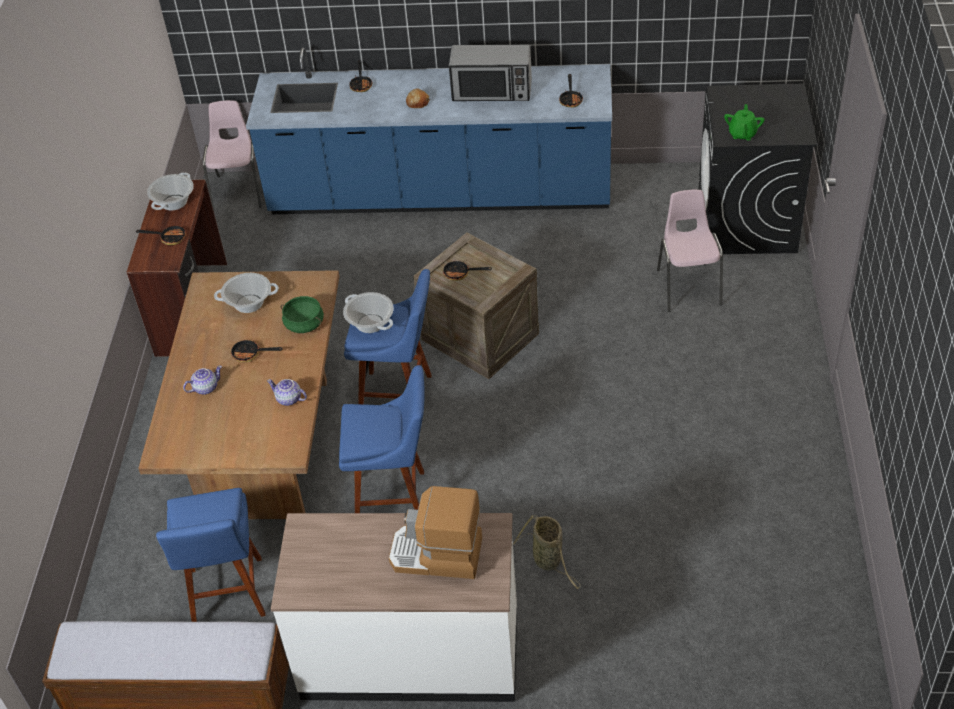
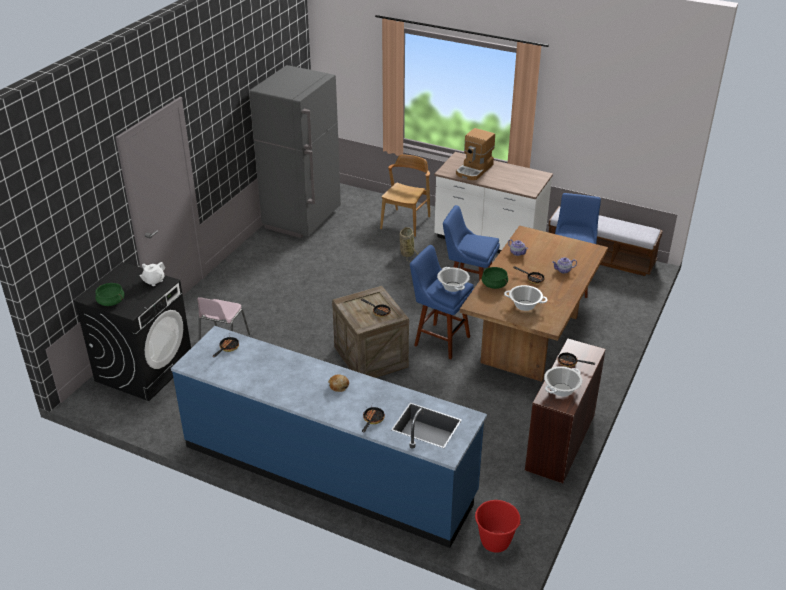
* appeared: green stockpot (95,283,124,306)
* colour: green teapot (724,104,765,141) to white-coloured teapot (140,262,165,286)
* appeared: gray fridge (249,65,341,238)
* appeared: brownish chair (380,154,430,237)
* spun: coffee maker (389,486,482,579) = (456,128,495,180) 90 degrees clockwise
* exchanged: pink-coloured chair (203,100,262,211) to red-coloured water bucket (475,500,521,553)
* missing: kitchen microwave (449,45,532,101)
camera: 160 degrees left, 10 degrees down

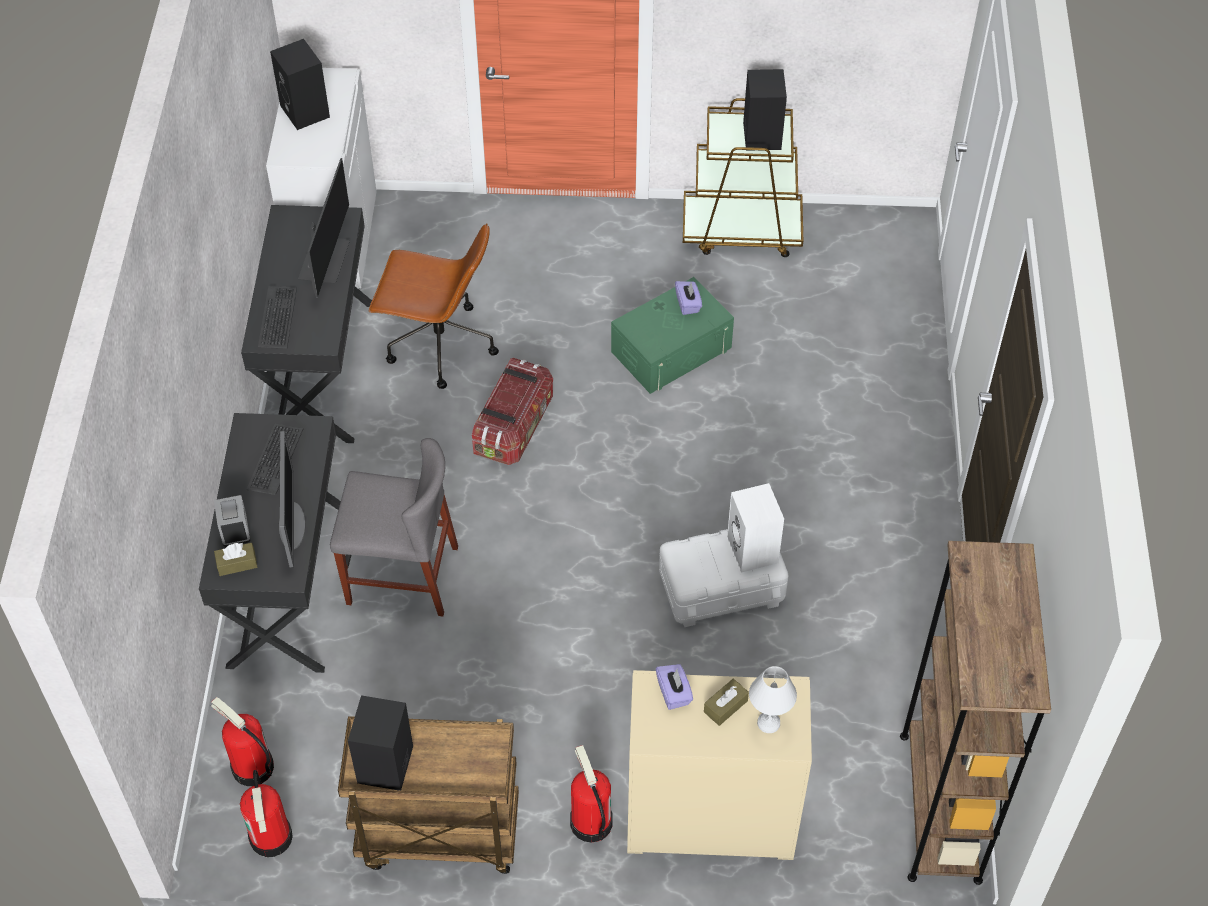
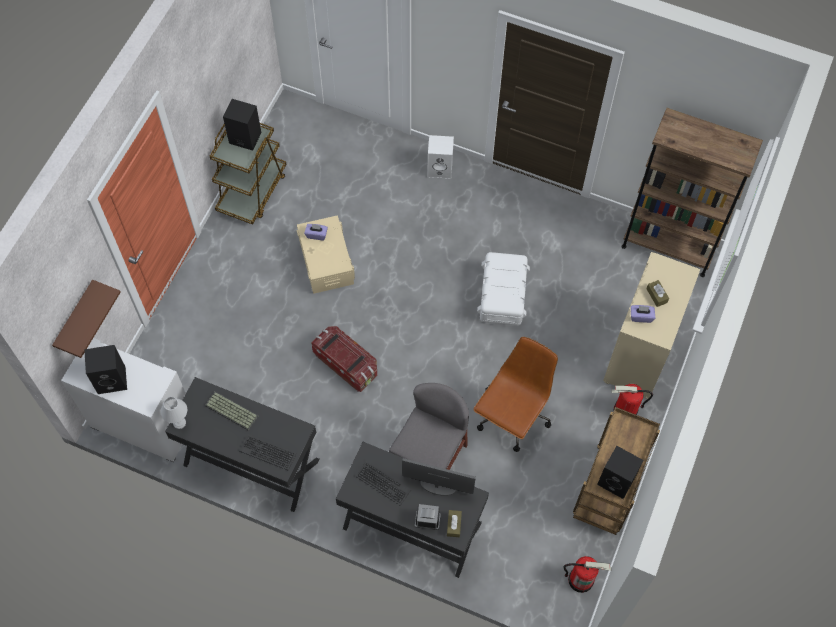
* appeared: brownish shelf (52,280,121,358)
* relocated: white-coloured table lamp (749,666,797,733) to (161,397,187,429)
* exchanged: monitor (298,158,350,298) to PC keyboard (205,391,259,431)
* colour: green storage box (611,277,734,394) to beige-coloured storage box (297,215,355,294)
* relocated: white-coloured loudspeaker (727,483,784,572) to (427,135,454,179)
* relocated: brownish office chair (369,224,499,389) to (473,337,558,452)
* missing: fire extinguisher (211,697,274,786)
camera: 70 degrees left, 10 degrees up

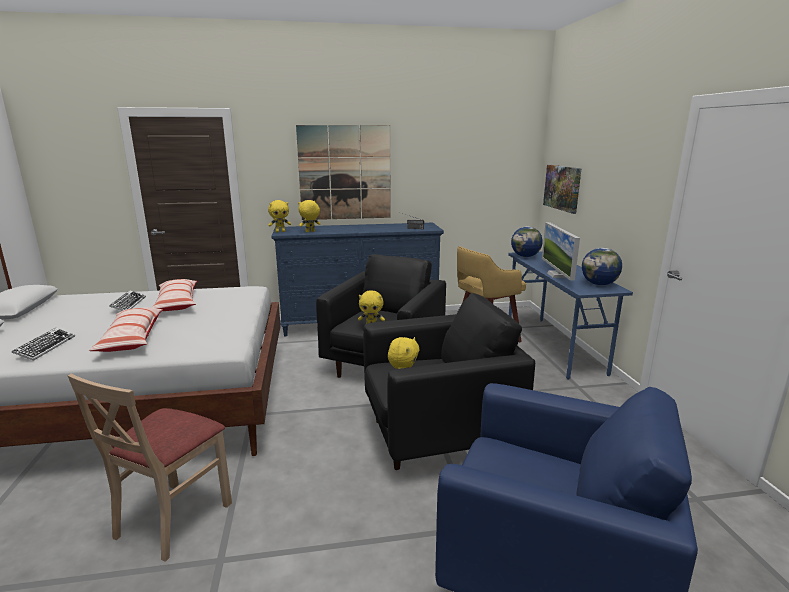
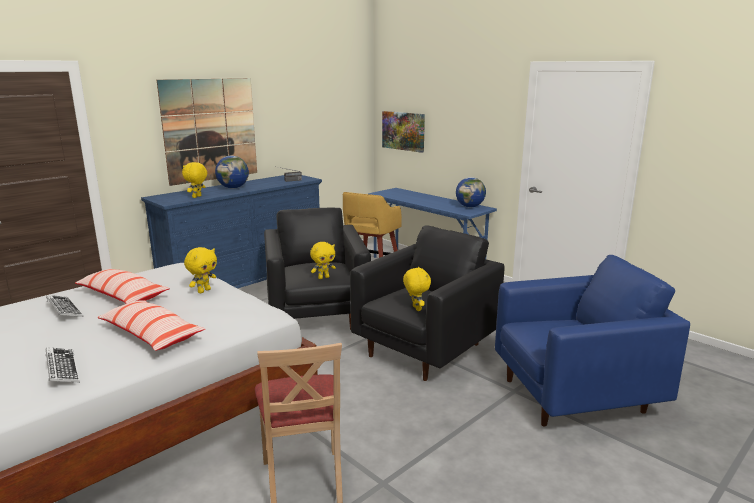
* relocated: yellow-coloured cuddly toy (268,200,291,233) to (184,247,217,293)
* relocated: globe (511,226,542,257) to (215,156,249,189)
* missing: monitor (542,222,580,281)
camera: 35 degrees left, 0 degrees up

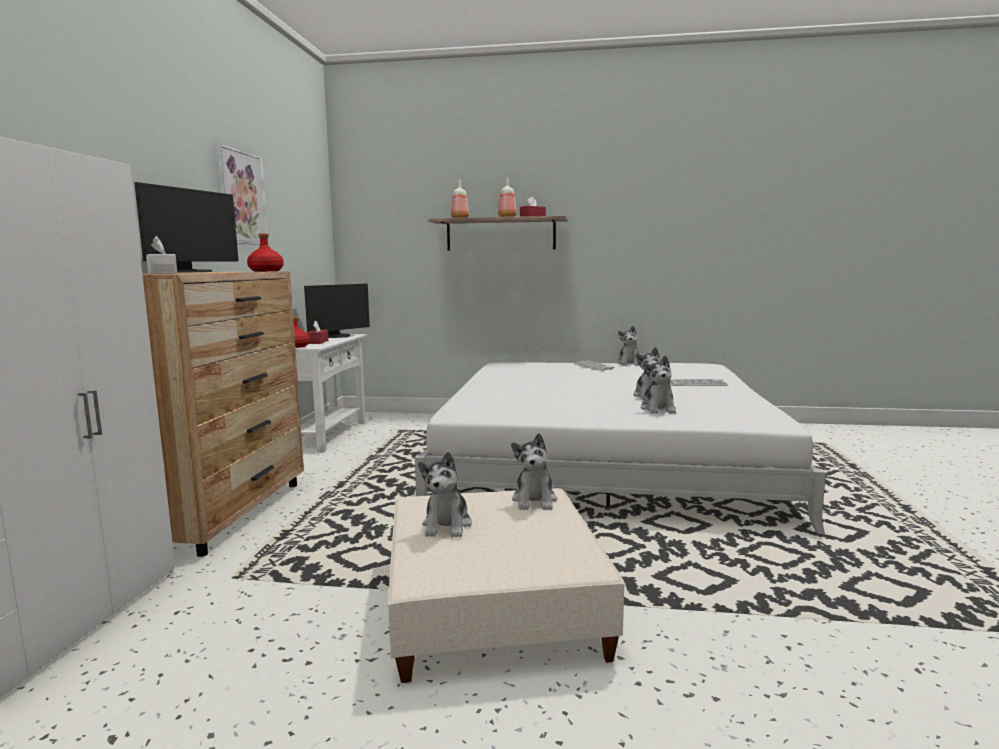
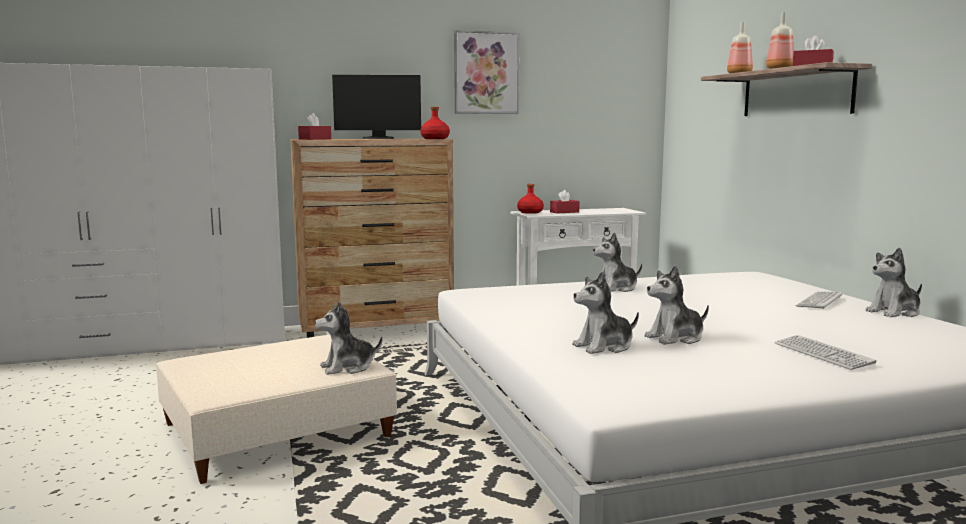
* colour: white-coloured tissue holder (146,236,177,274) to red-coloured tissue holder (298,113,331,140)
* relocated: cuddly toy (418,452,472,537) to (593,232,642,292)
* missing: monitor (304,284,370,338)
camera: 65 degrees right, 0 degrees up

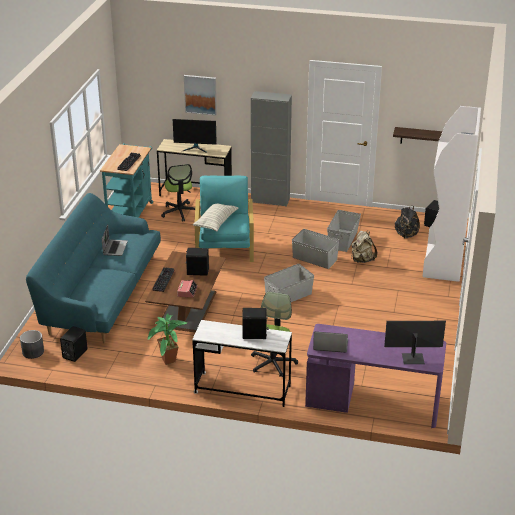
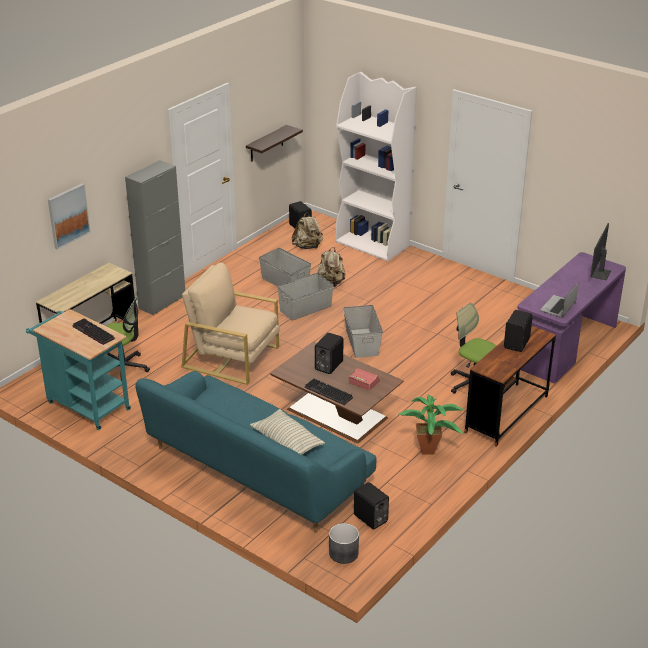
* colour: blue-green lounge chair (194,176,254,262) to beige-coloured lounge chair (181,262,280,385)
* relocated: throw pillow (193,204,238,232) to (250,409,325,455)
* colour: black backpack (395,206,420,239) to beige-coloured backpack (292,212,323,249)
* colour: white-coloured desk unit (192,320,292,407) to brownish desk unit (464,326,556,447)
* missing: laptop (102,225,128,256)
* missing: monitor (173,119,217,153)
camera: 65 degrees left, 0 degrees up

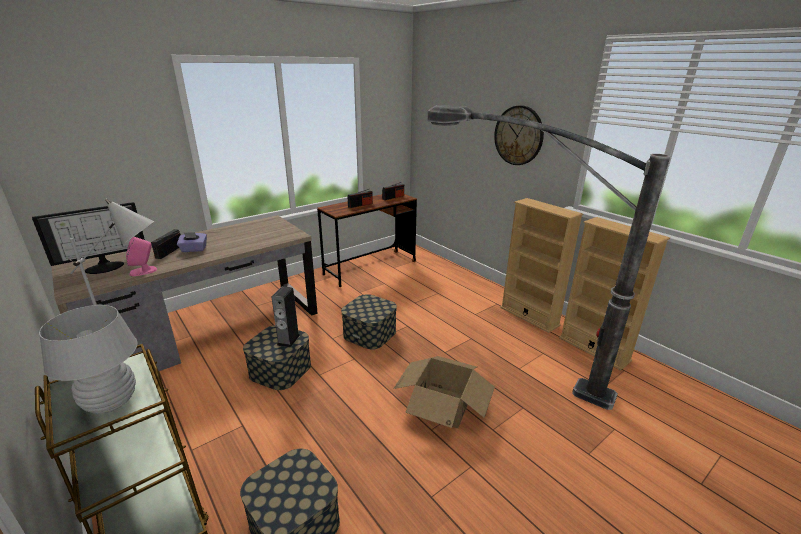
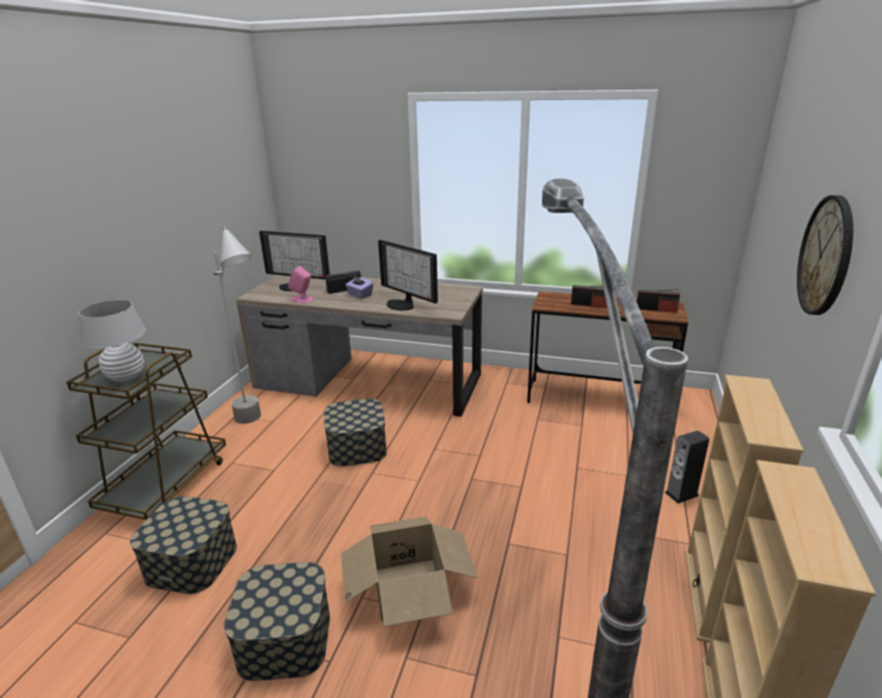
* relocated: storage box (341,294,397,349) to (224,562,330,681)
* appeared: monitor (378,240,438,310)
* relocated: loudspeaker (272,286,300,348) to (665,430,709,504)
camera: 55 degrees right, 0 degrees up

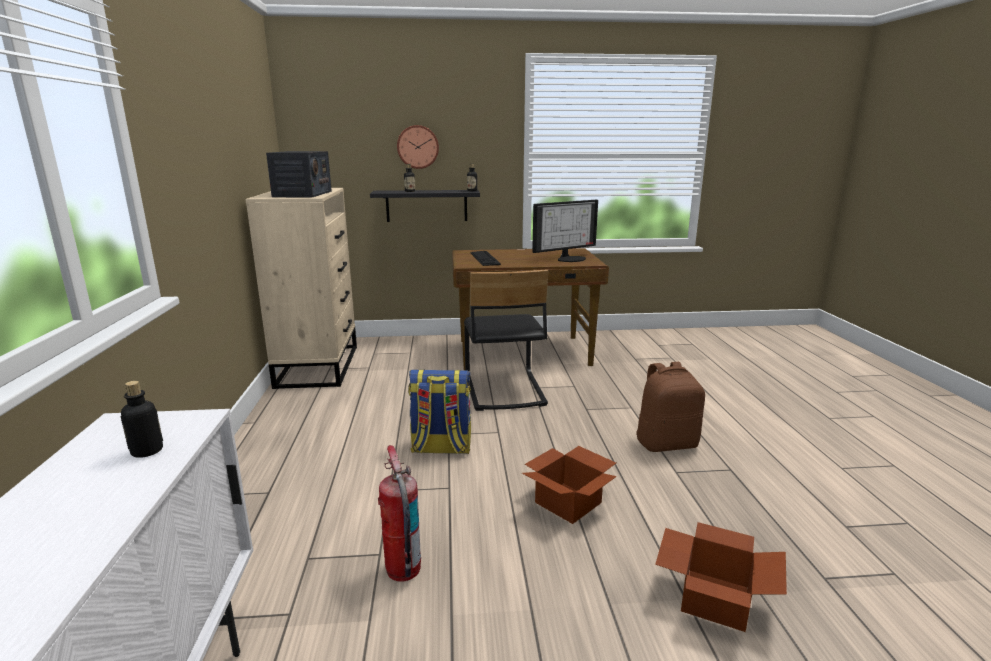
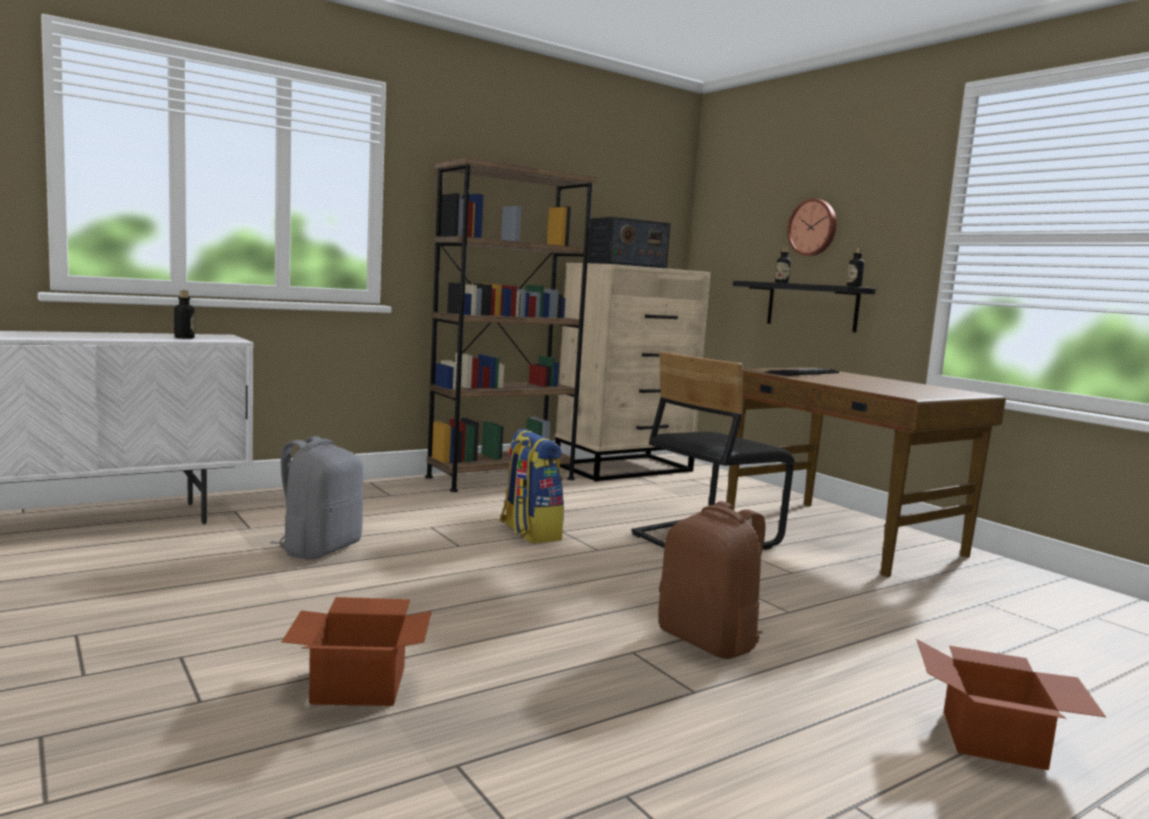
* exchanged: fire extinguisher (378,445,421,582) to gray backpack (270,436,363,560)
* appeared: brownish shelving unit (425,157,597,492)
* relocated: cardboard box (522,446,617,524) to (916,639,1106,770)
* missing: monitor (532,200,598,262)
camera: 60 degrees right, 10 degrees down

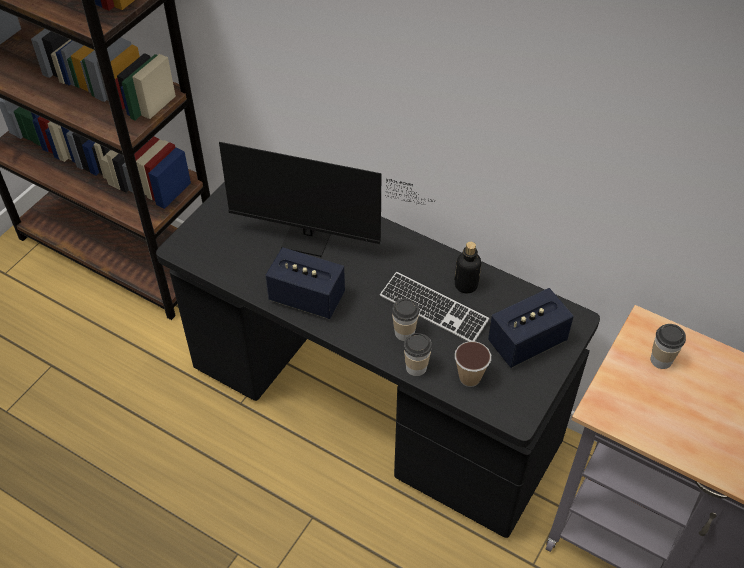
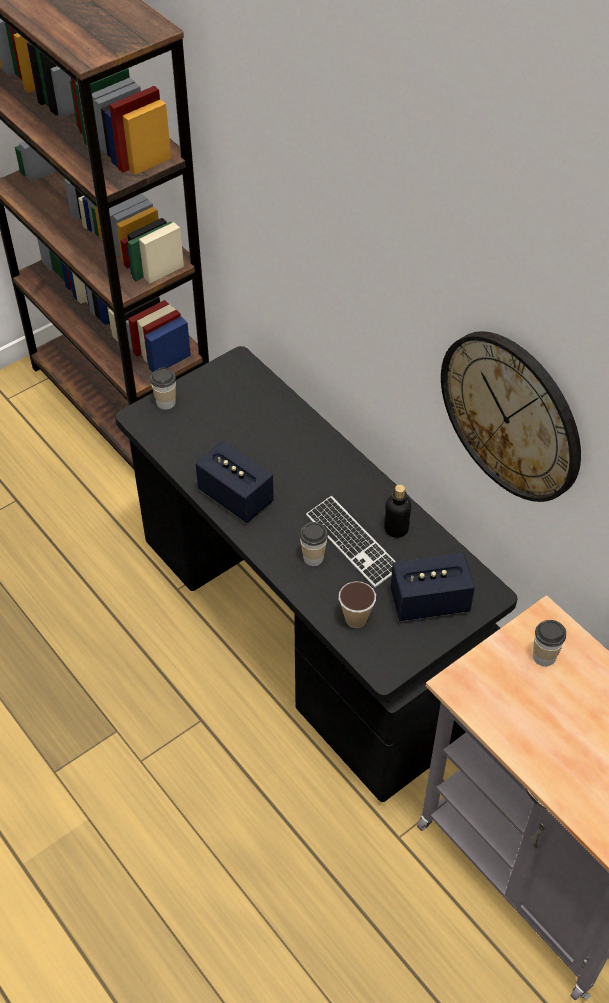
* relocated: drinking cup (404,333,432,376) to (150,367,176,410)
* appeared: clock on the wall (441,331,581,502)
* missing: monitor (219,142,435,257)
camera: 20 degrees right, 0 degrees up

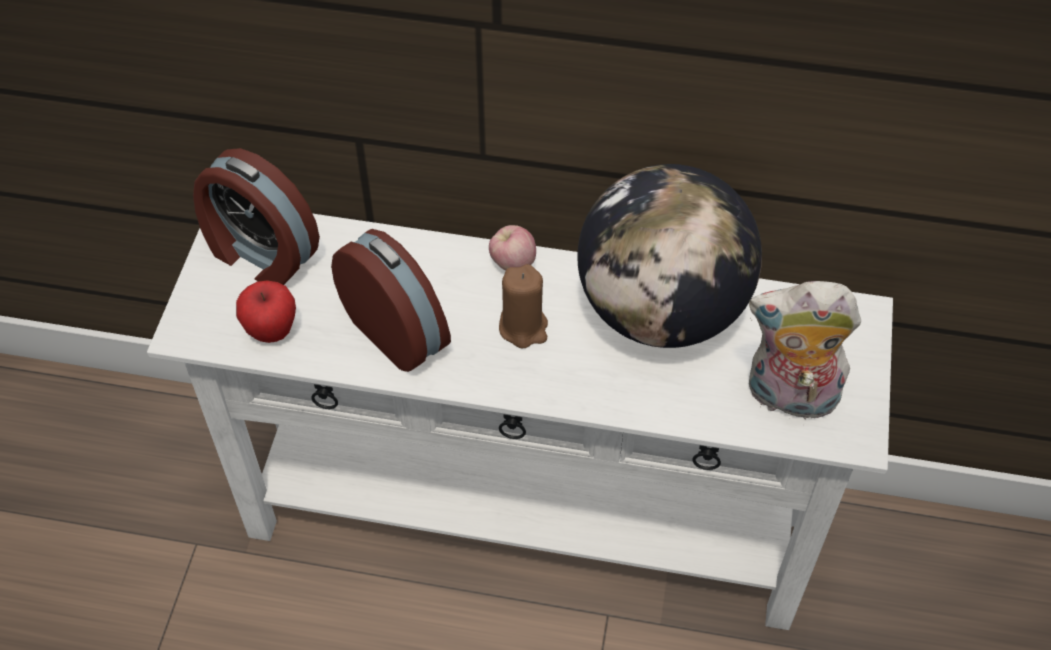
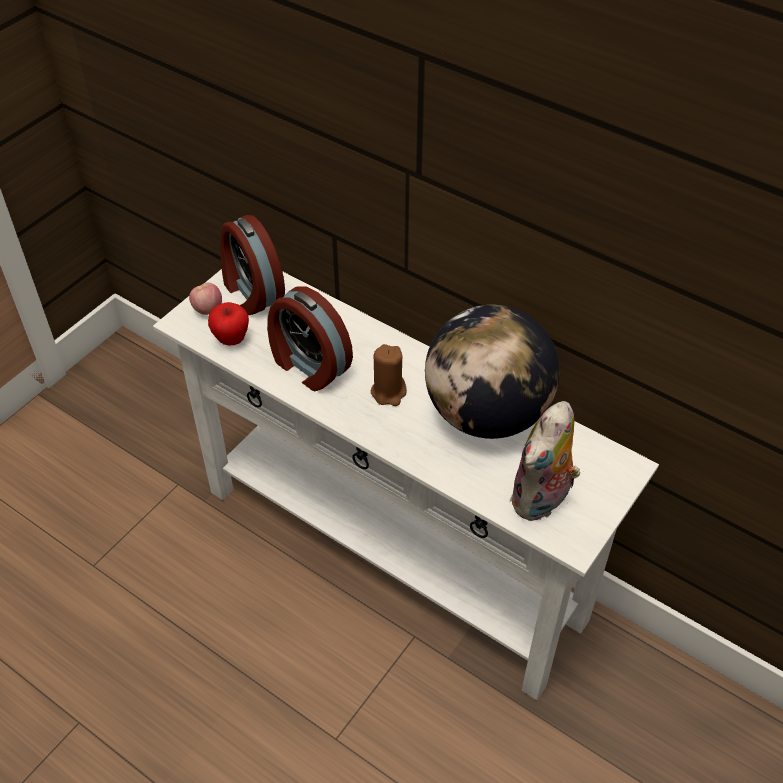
* relocated: apple fruit (489,225,536,270) to (189,282,222,315)
* spun: table clock (331,229,451,372) = (267,286,353,391) 150 degrees clockwise
* spun: cuddly toy (749,281,861,426) = (510,401,580,521) 90 degrees counterclockwise
camera: 25 degrees right, 5 degrees down

